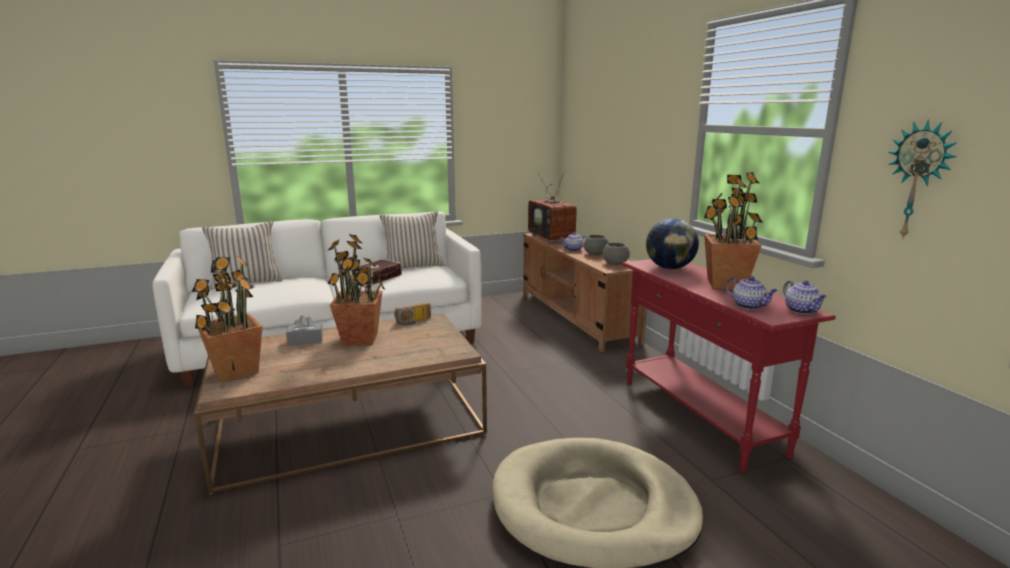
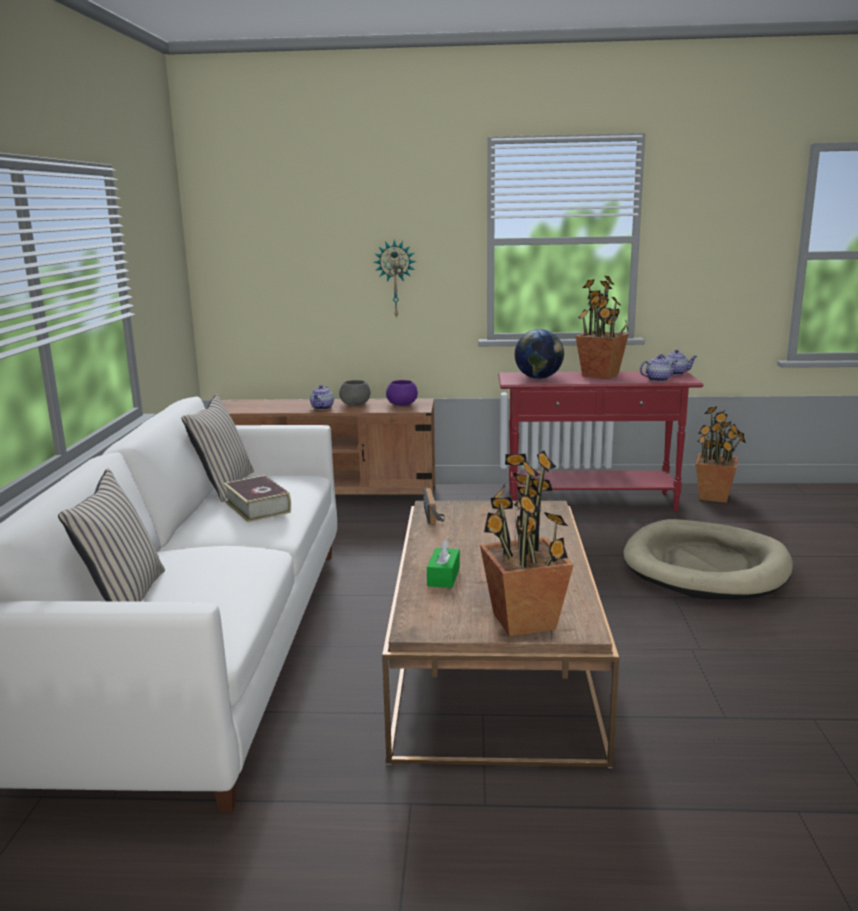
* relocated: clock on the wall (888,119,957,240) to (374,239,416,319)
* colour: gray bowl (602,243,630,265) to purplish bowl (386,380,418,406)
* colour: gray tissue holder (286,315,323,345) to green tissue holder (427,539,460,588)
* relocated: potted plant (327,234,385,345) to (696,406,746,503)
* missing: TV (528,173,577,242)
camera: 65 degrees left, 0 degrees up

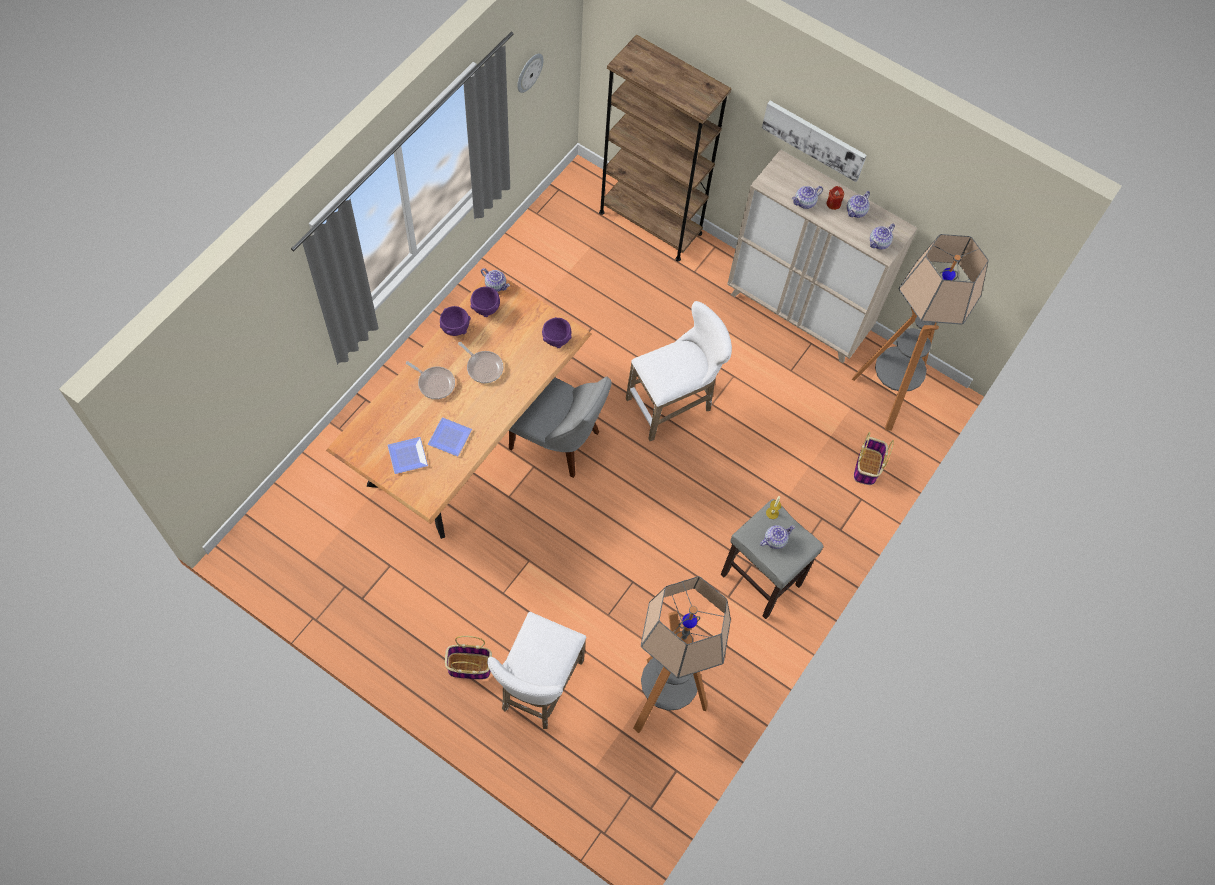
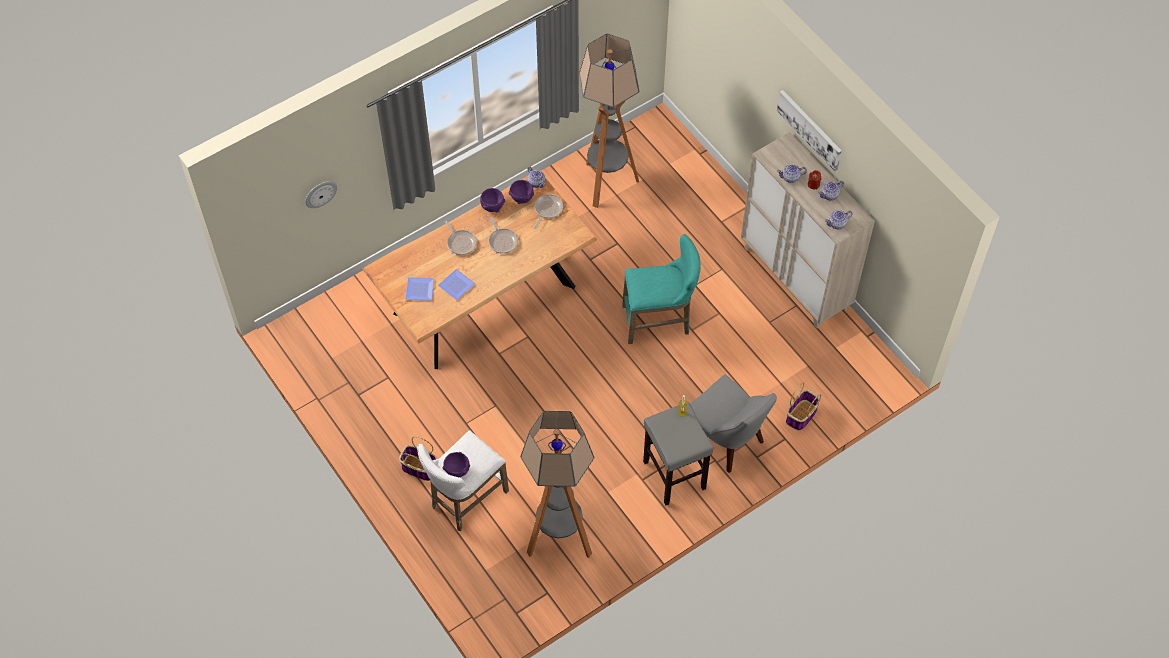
* relocated: clock on the wall (517,54,544,93) to (305,181,337,208)
* relocated: purplish bowl (542,317,572,348) to (443,452,470,477)
* appeared: frying pan (534,194,563,229)
* relocated: standard lamp (852,234,989,431) to (579,34,639,208)
* colour: white-coloured stool seat (626,301,732,441) to blue-green stool seat (622,234,701,344)
* relocated: gray chair (509,377,612,478) to (690,375,777,473)
* missing: brownish shelving unit (599,35,732,261)
* missing: teapot (760,525,795,549)
camera: 25 degrees right, 5 degrees down

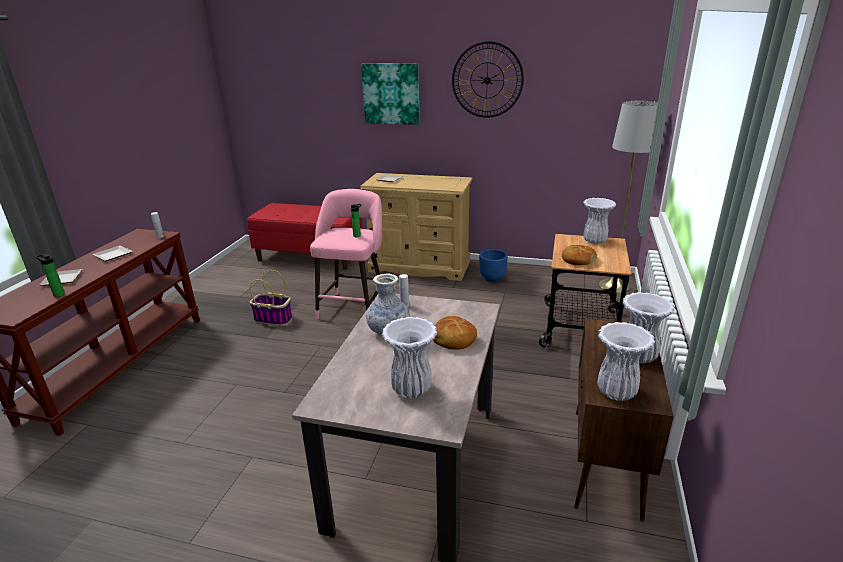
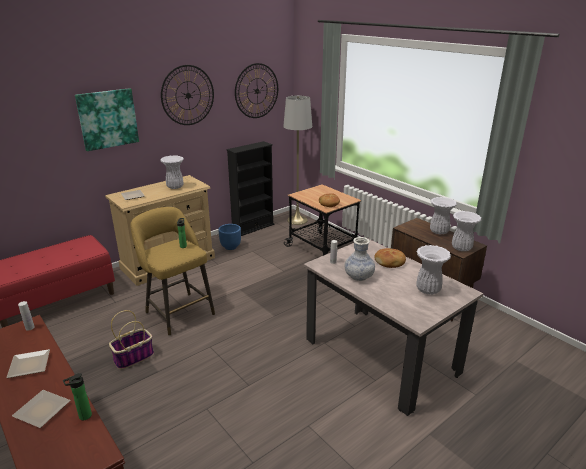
* colour: pink-coloured stool seat (310,189,382,320) to yellow-coloured stool seat (130,207,215,336)
* relocated: white-coloured decorative vase (583,198,616,244) to (160,155,184,189)
* appeared: black shelving unit (226,141,274,236)
* appeared: clock on the wall (235,63,278,118)
camera: 55 degrees left, 0 degrees up

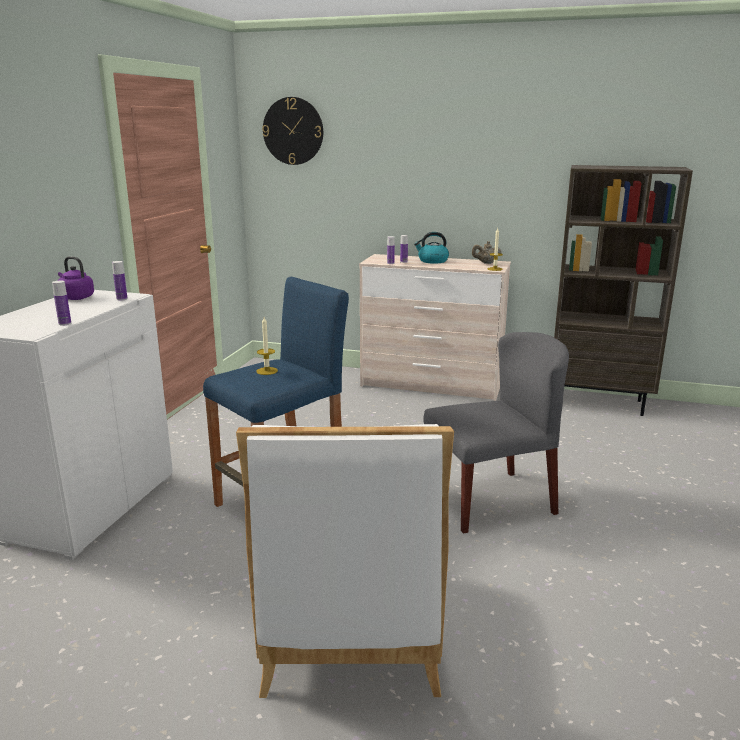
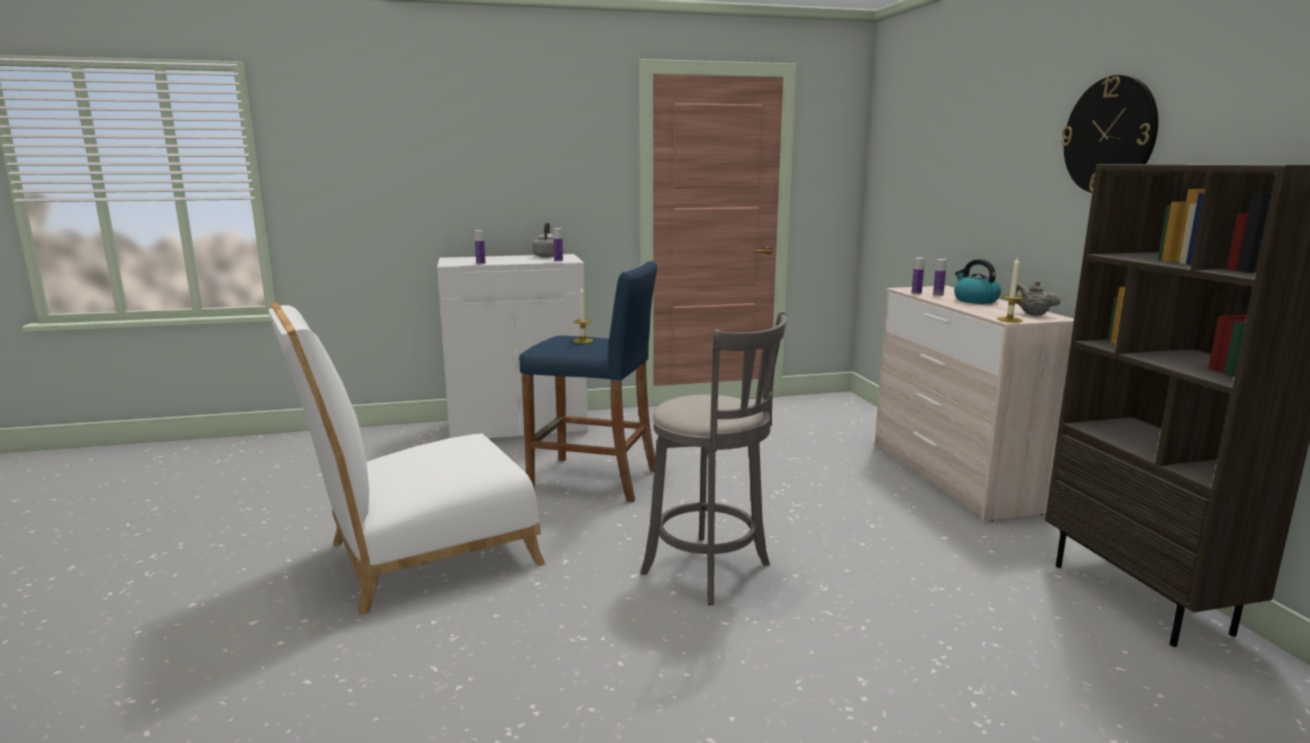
* colour: purplish tea kettle (58,256,94,300) to gray tea kettle (533,222,554,257)
* exchanged: gray chair (423,332,569,534) to gray stool seat (640,311,787,605)
* relocated: clock on the wall (262,97,323,165) to (1061,75,1158,193)
camera: 60 degrees right, 5 degrees down

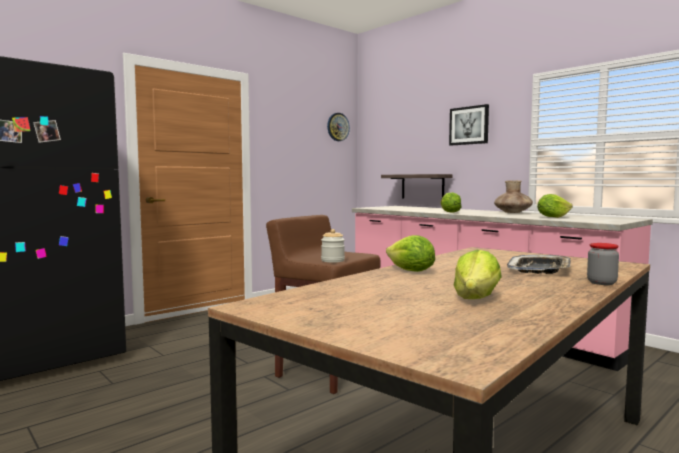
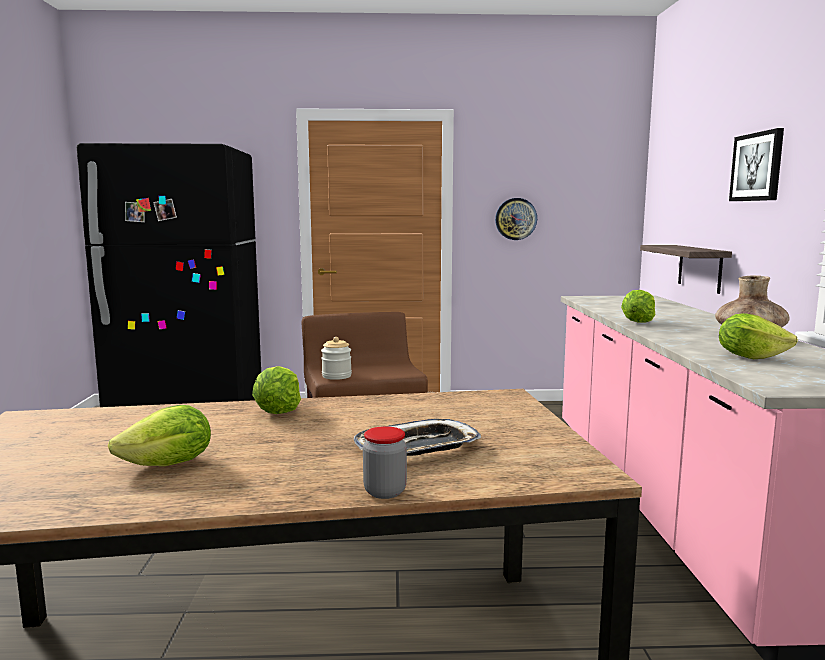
* relocated: clock on the wall (327,113,350,141) to (495,198,537,240)
camera: 40 degrees right, 5 degrees up

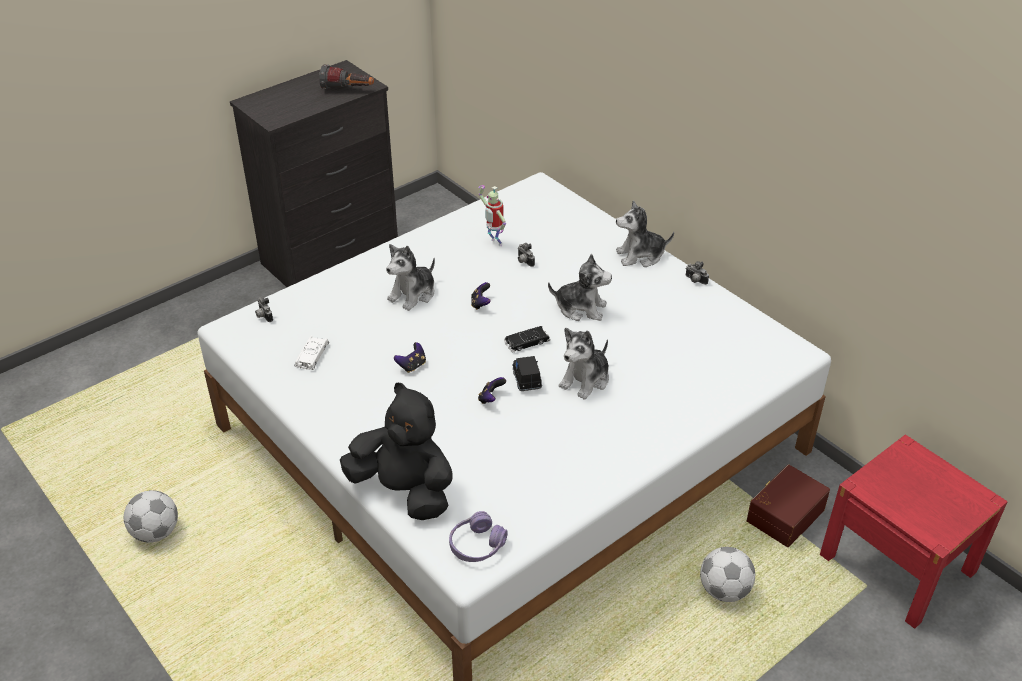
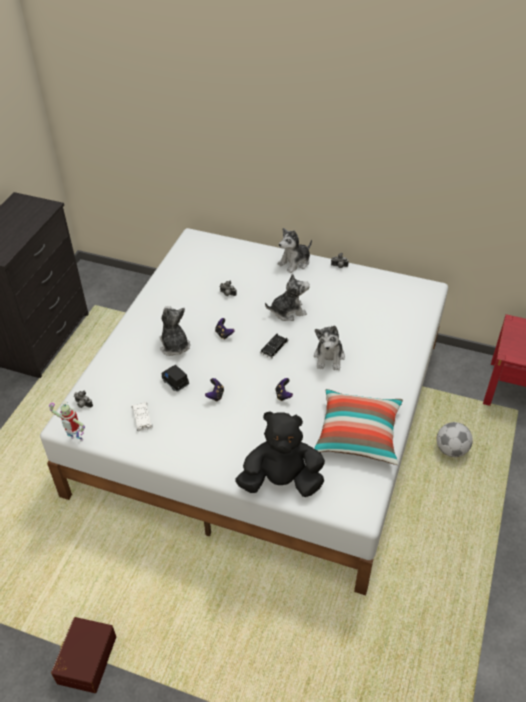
* relocated: model robot (478,185,506,246) to (49,401,85,442)
* relocated: brownish storage box (747,464,830,547) to (51,617,116,693)
* spun: cuddly toy (386,244,435,311) = (159,306,190,356) 150 degrees clockwise
* relocated: black toy car (513,356,542,391) to (162,365,189,392)
* appeared: throw pillow (314,389,403,465)
* missing: football ball (124,490,178,543)
* missing: flashlight (319,64,374,89)
* missing: purplish headset (449,511,508,562)
camera: 30 degrees left, 5 degrees up

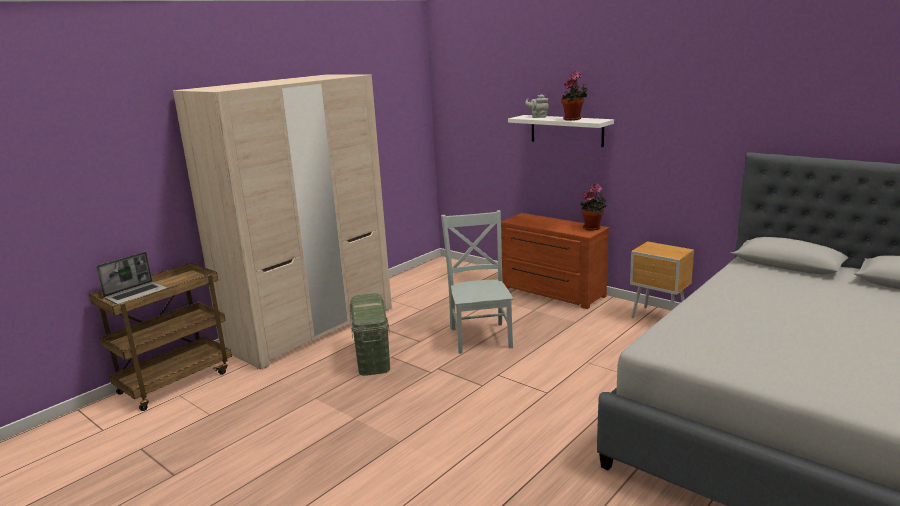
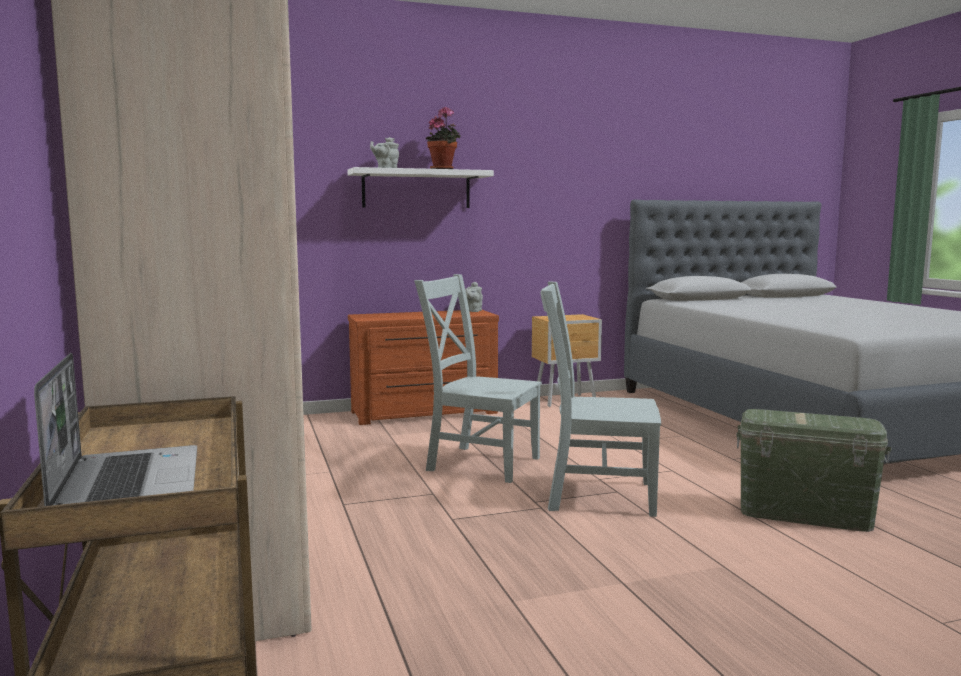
* exchanged: potted plant (580,184,607,230) to gray teapot (465,282,483,312)
* appeared: gray chair (540,282,661,517)
* relocated: green storage box (350,293,390,376) to (737,409,891,532)
camera: 60 degrees left, 10 degrees down

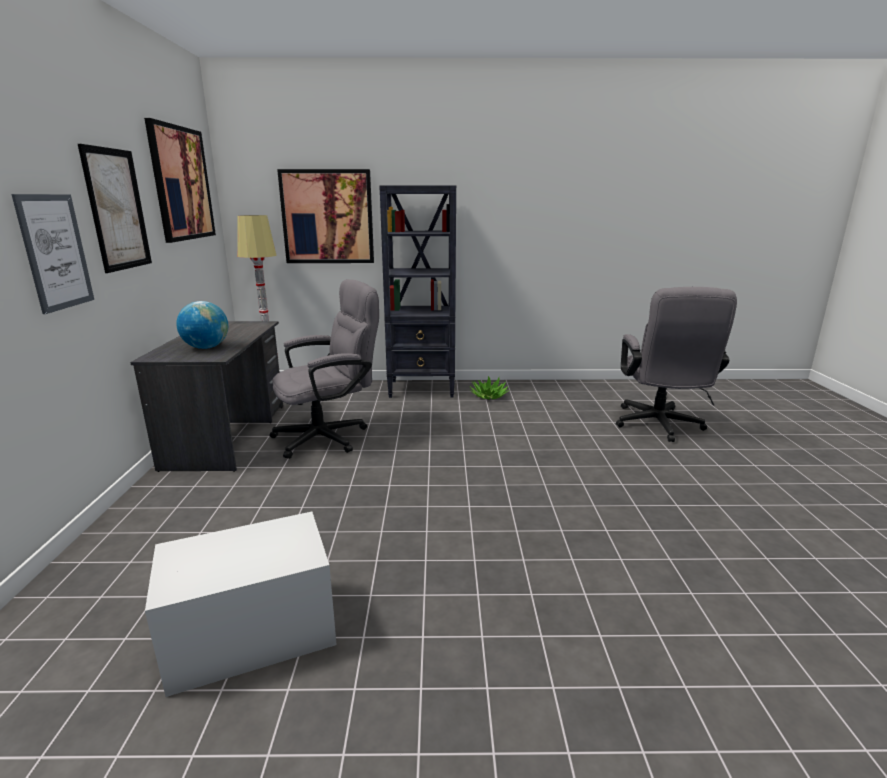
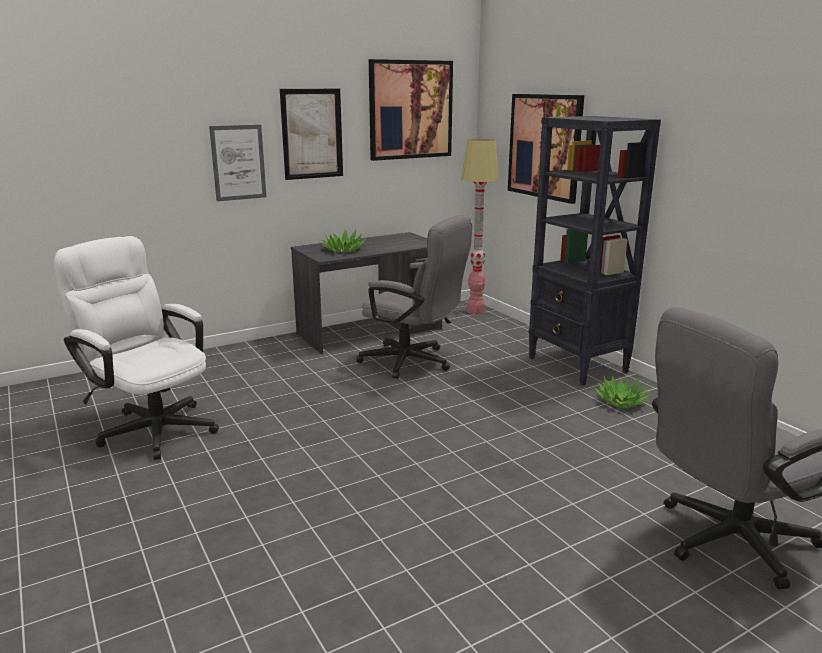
* exchanged: white-coloured storage box (145,512,337,697) to white-coloured office chair (54,236,219,460)
* exchanged: globe (176,301,228,349) to potted plant (319,229,365,252)
camera: 60 degrees right, 0 degrees up

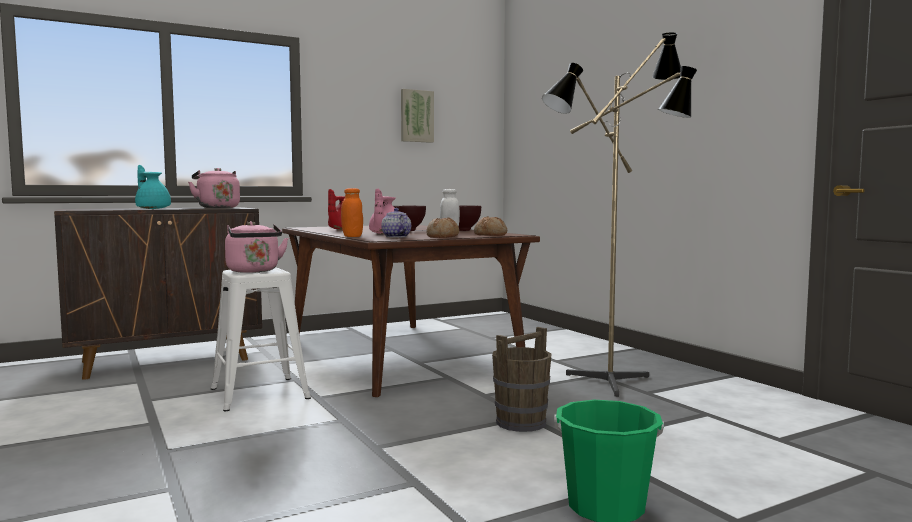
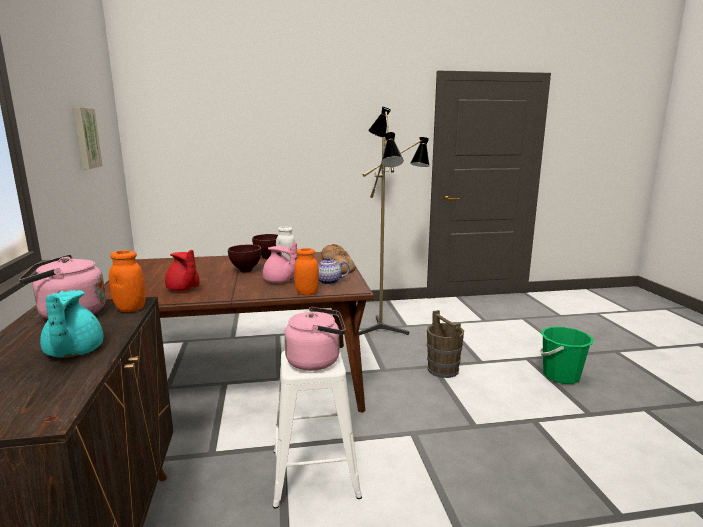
* spun: blue-green teapot (135,165,171,209) = (40,290,103,357) 75 degrees counterclockwise
* appeared: orange-coloured storage jar (109,250,146,312)
camera: 70 degrees left, 10 degrees up

